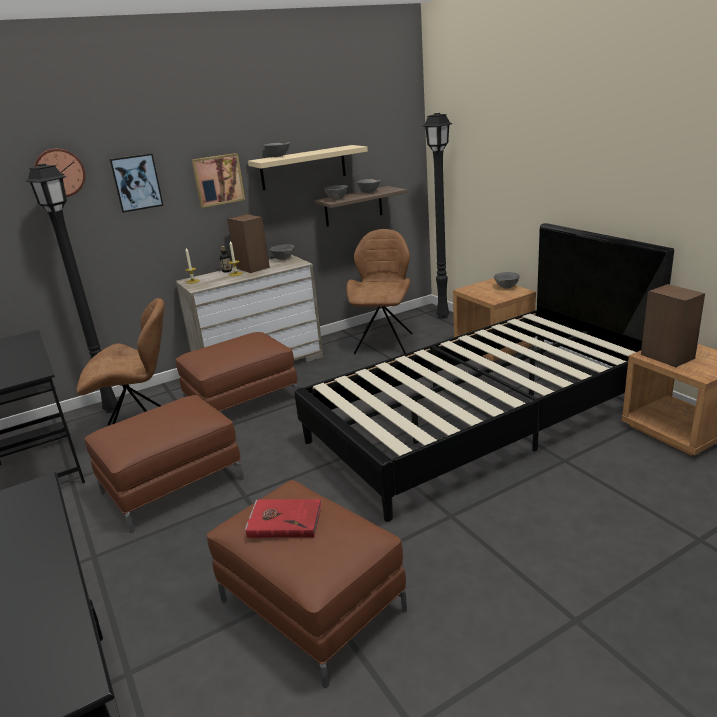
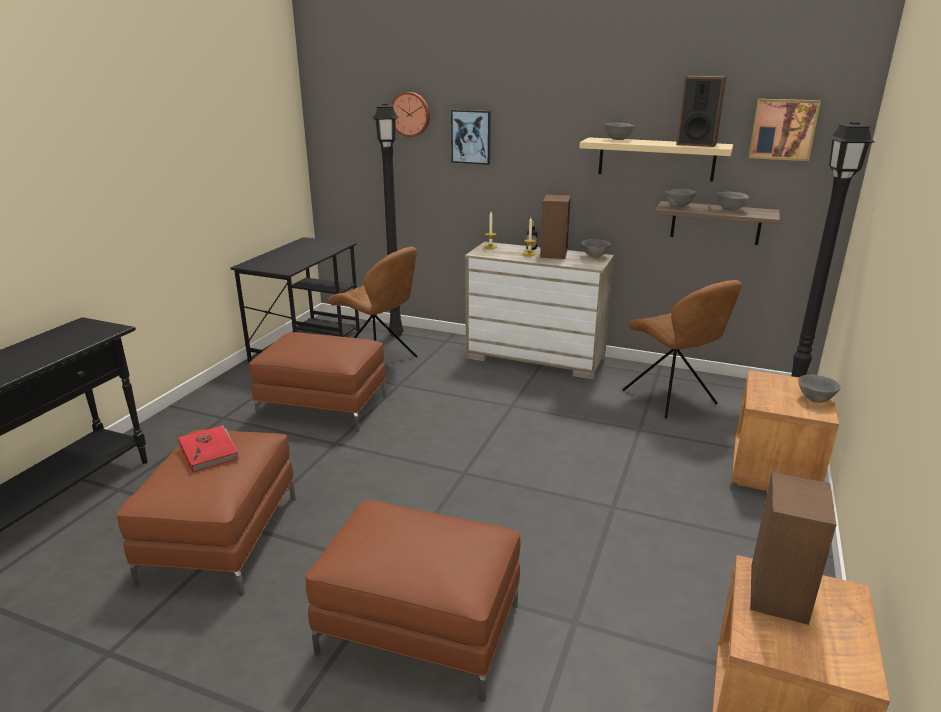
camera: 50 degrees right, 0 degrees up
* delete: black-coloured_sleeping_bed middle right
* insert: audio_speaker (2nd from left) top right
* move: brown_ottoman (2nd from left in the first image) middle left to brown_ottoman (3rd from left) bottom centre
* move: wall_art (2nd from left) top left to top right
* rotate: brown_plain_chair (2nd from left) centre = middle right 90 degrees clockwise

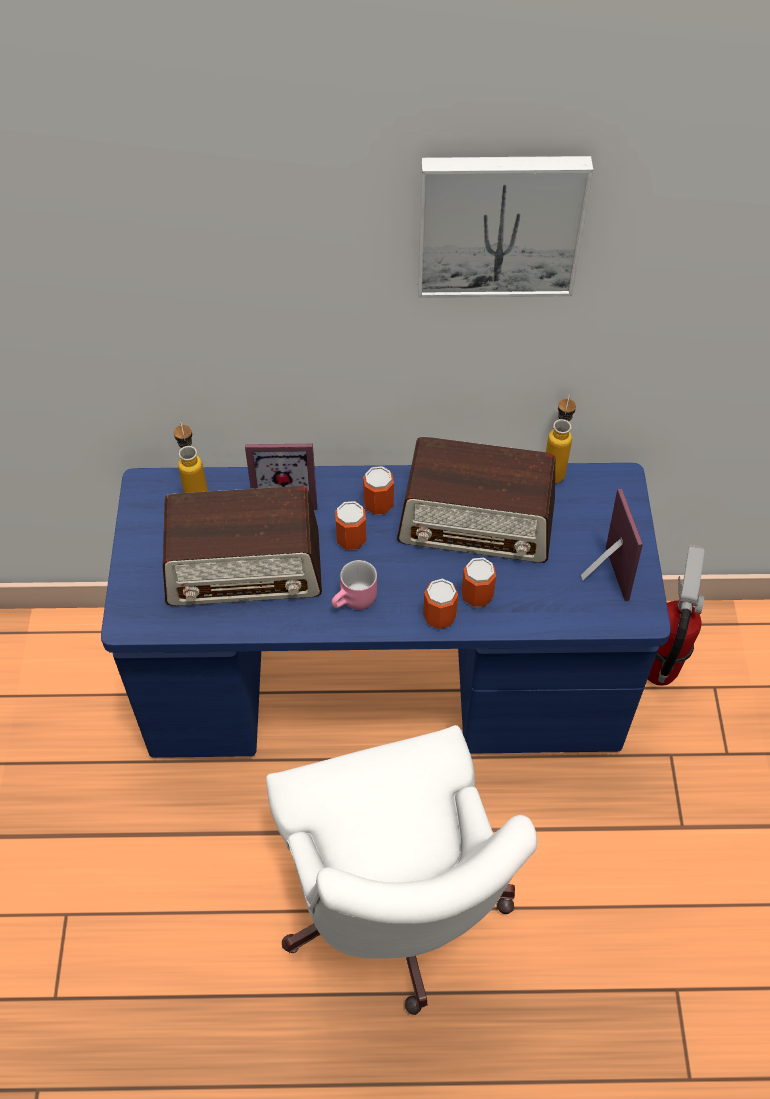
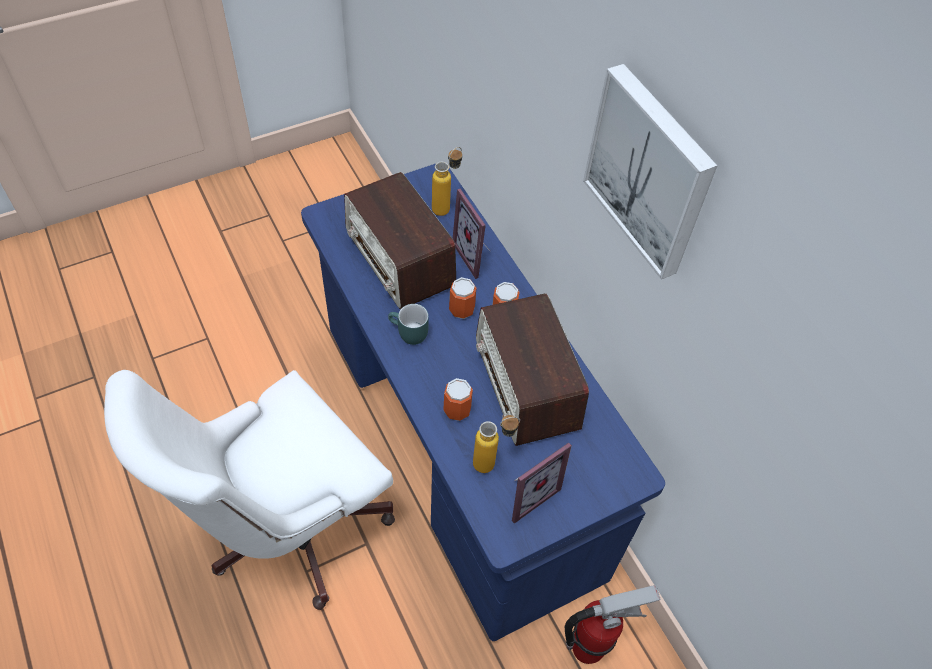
camera: 60 degrees right, 0 degrees up
* delete: metal_can (3rd from left) centre
* move: beverage_bottle (2nd from left) middle right to centre
* recolor: pink_coffee_mug centre to blue-green_coffee_mug centre

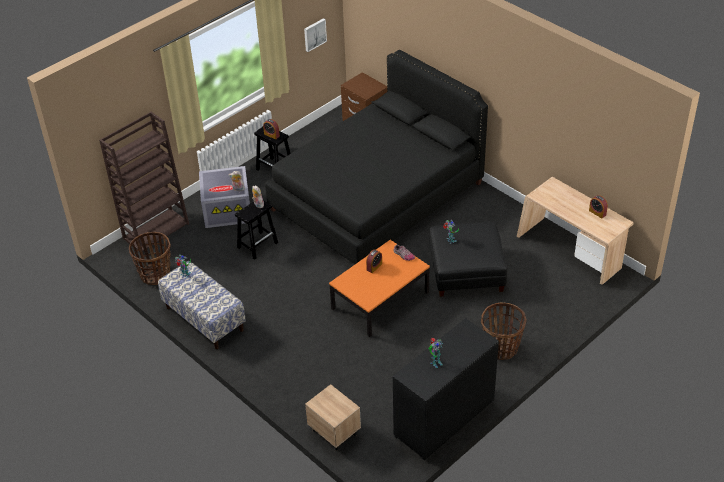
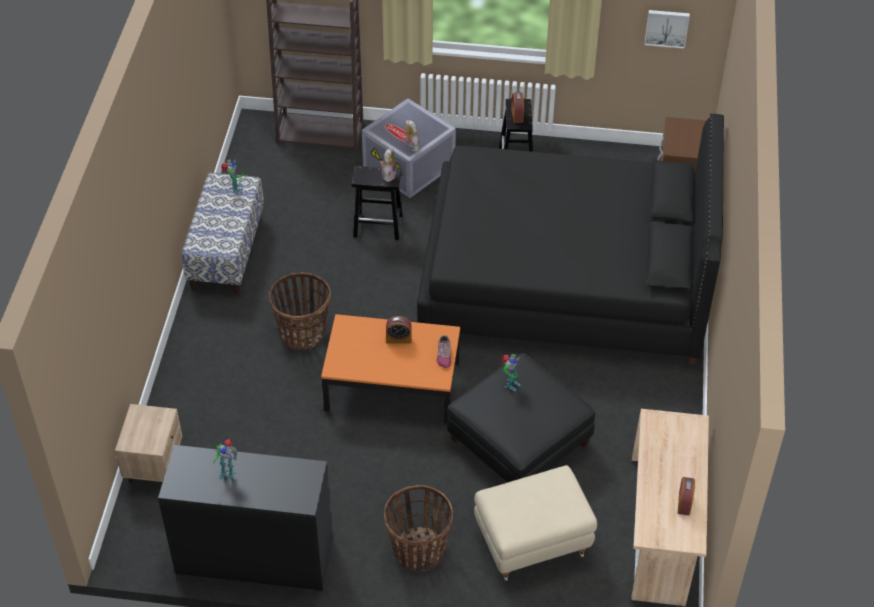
camera: 50 degrees right, 5 degrees up
* insert: beige_ottoman bottom centre
* move: storage_basket (1st from left) middle left to centre

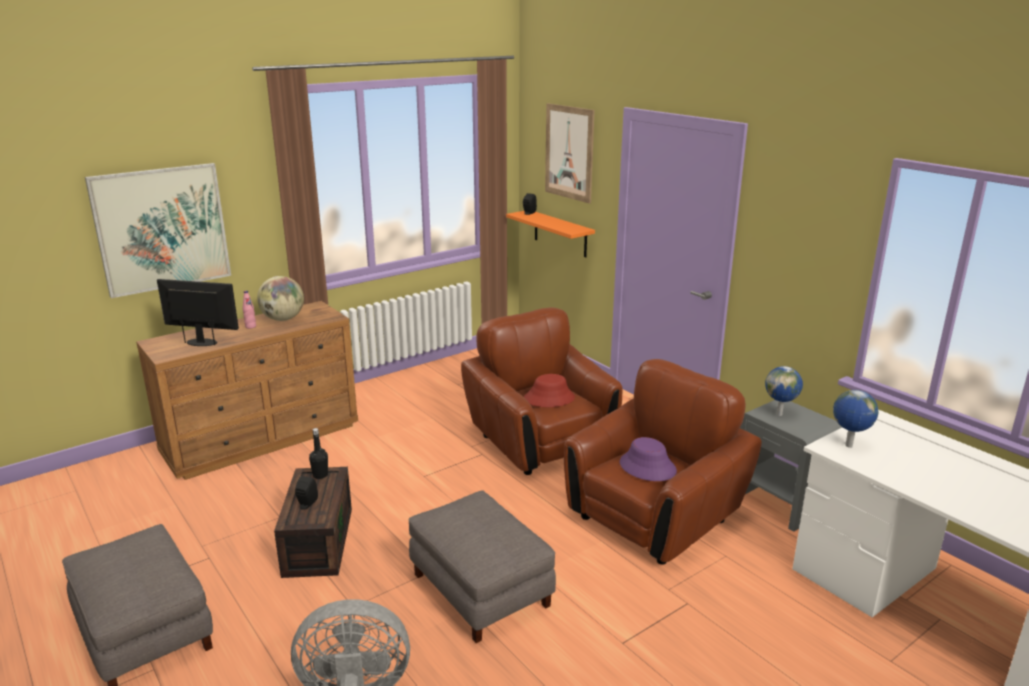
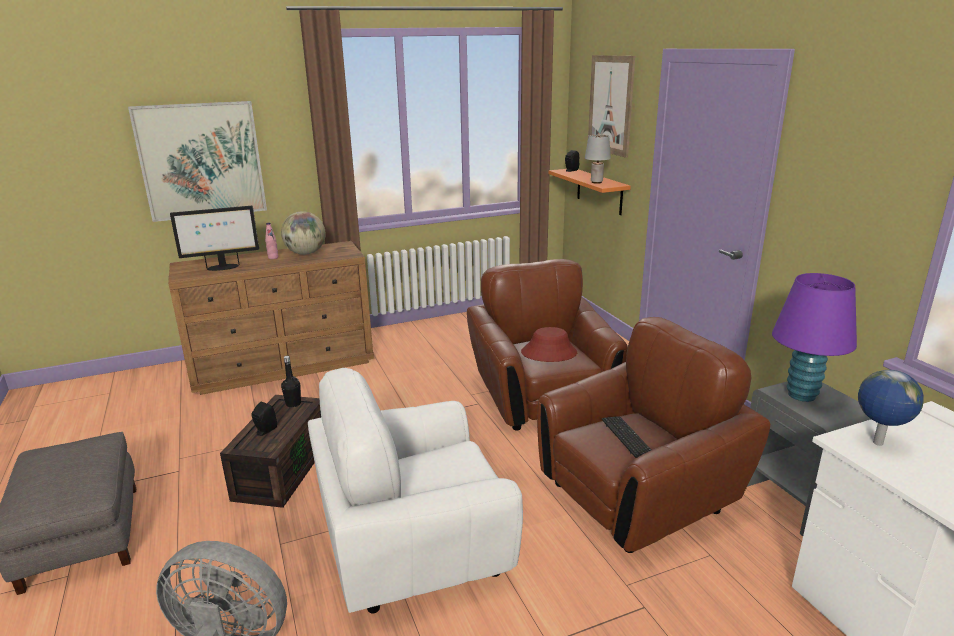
camera: 15 degrees right, 0 degrees up
* insert: grey_lamp_for_a_table top centre
* replace: grey_ottoman (2nd from left) bottom centre to white_lounge_chair bottom centre
* replace: purplish_wearable_hat bottom centre to keyboard bottom centre
* replace: world_globe (2nd from left) middle right to purplish_lamp_for_a_table middle right
* rotate: monitor middle left = middle left 135 degrees clockwise

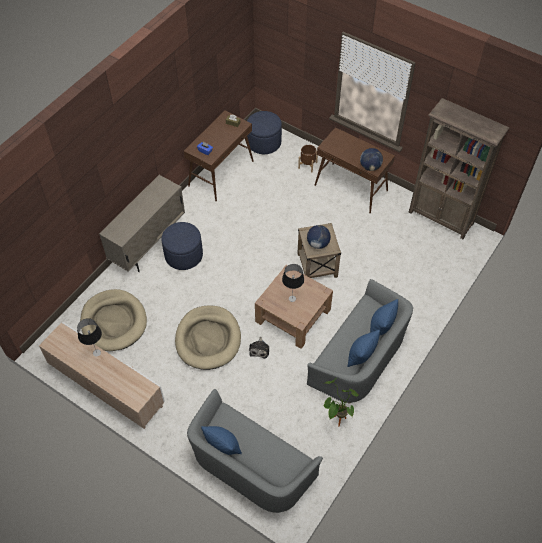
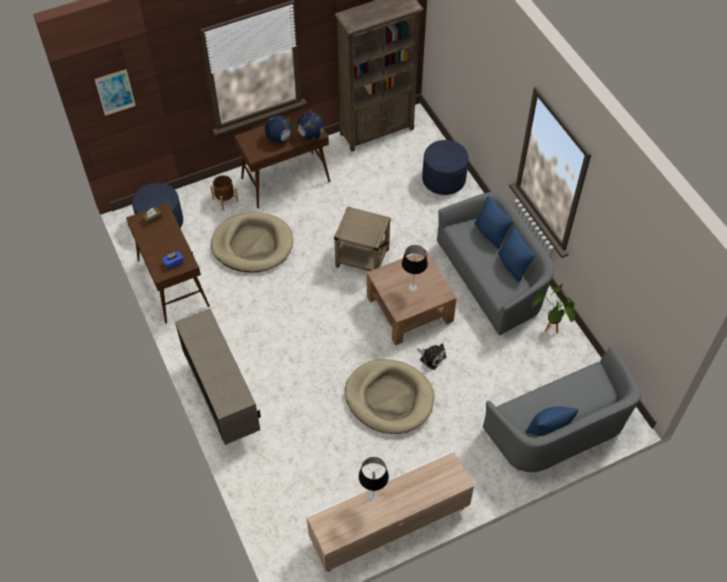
camera: 60 degrees left, 0 degrees up
* insert: wall_art top left
* move: beige_pet_bed (1st from left) middle left to centre
* move: bluish_ottoman (1st from left in the first image) centre to bluish_ottoman (2nd from left) top centre
* move: world_globe (1st from left) centre to top centre

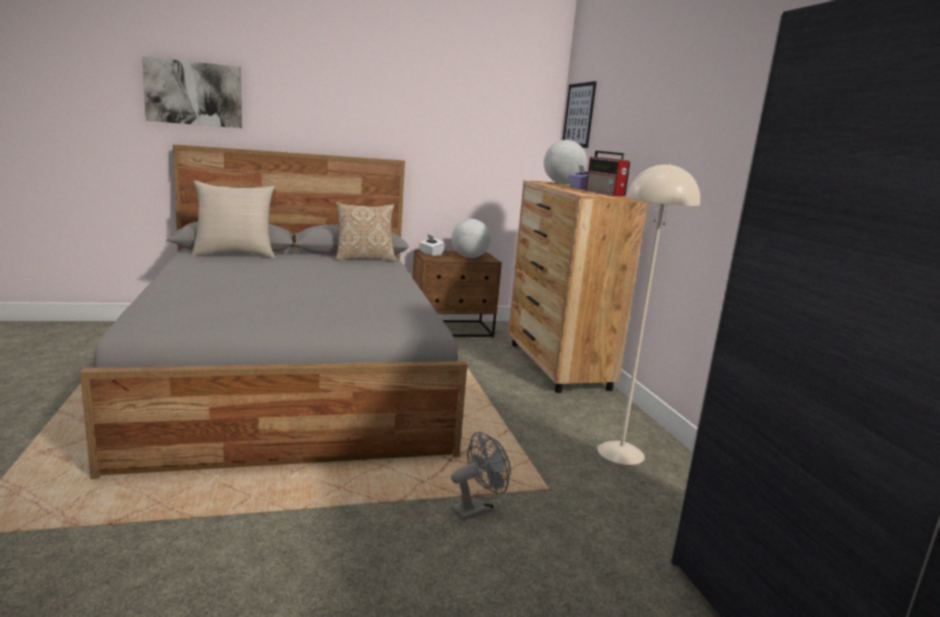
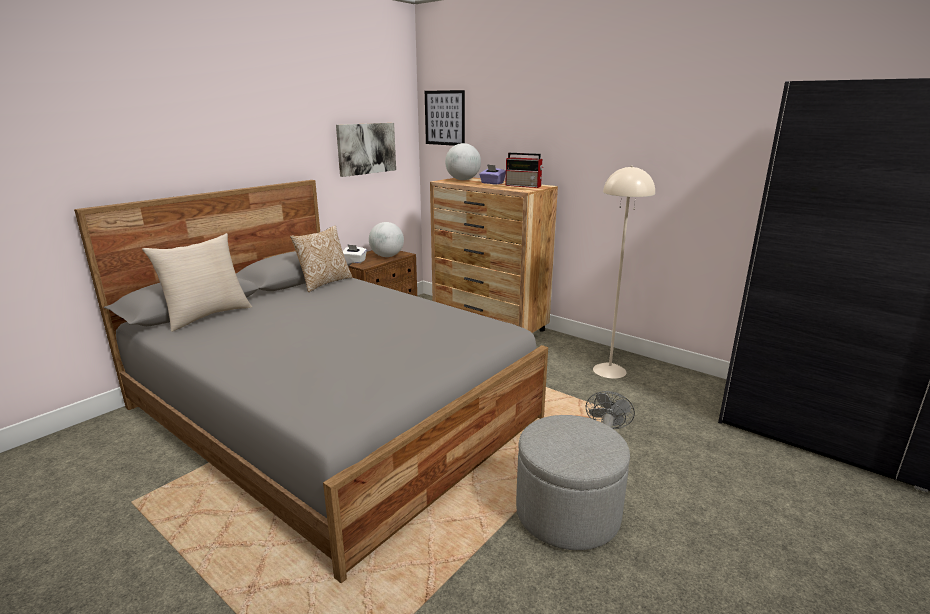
camera: 35 degrees left, 5 degrees up
* insert: grey_ottoman bottom centre
* move: wall_art (1st from left) top left to top centre

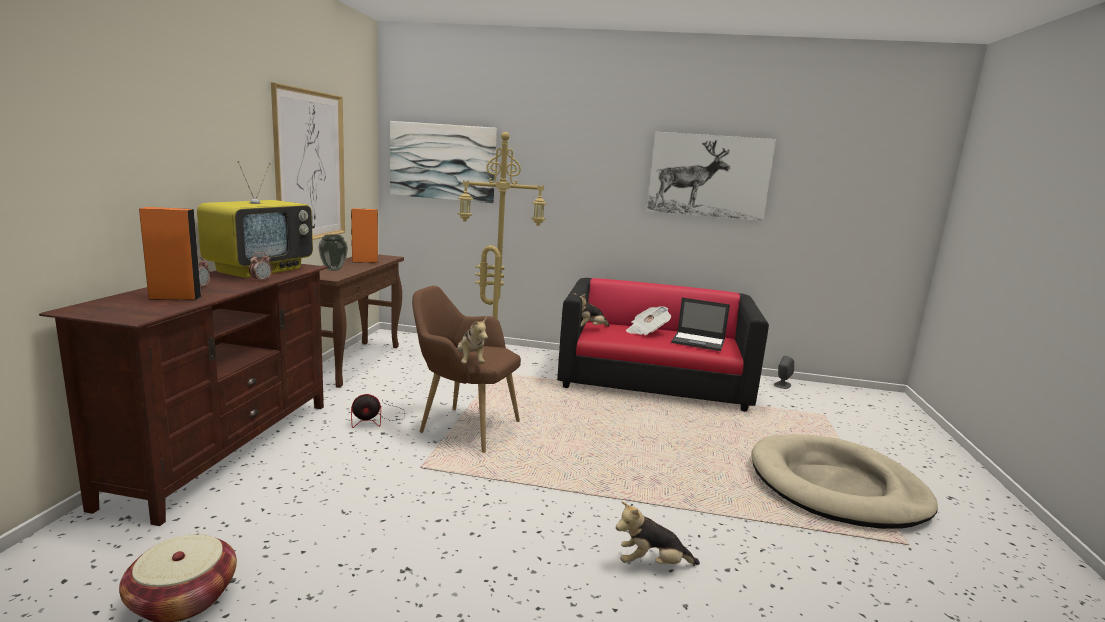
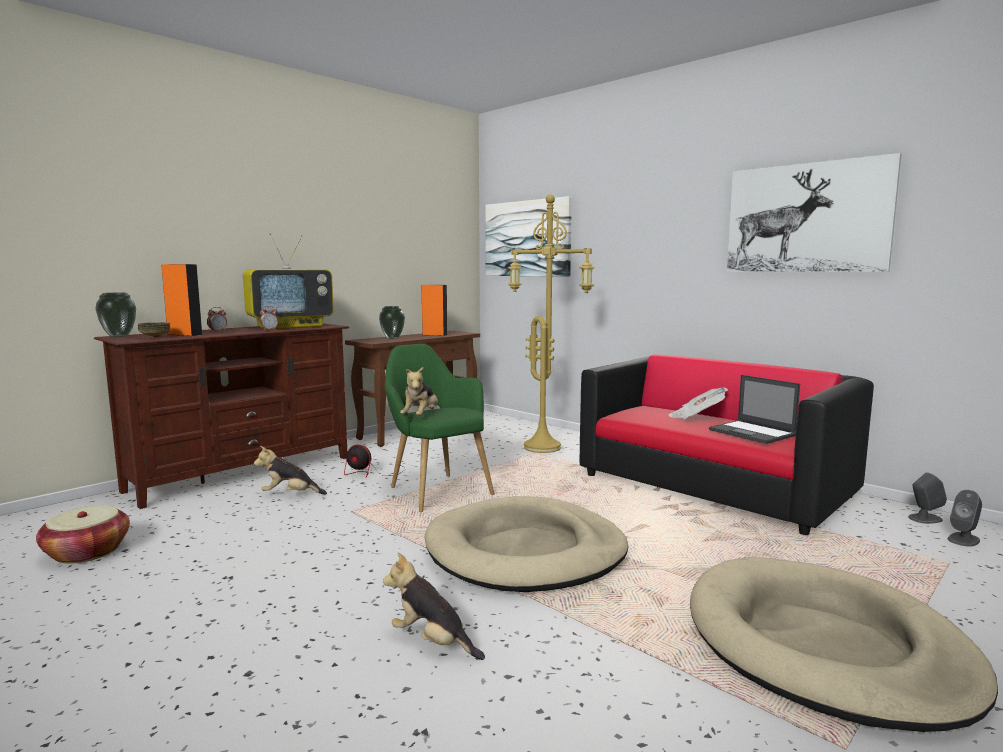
camera: 35 degrees right, 5 degrees down
* delete: wall_art (1st from left) top left
* insert: vase (1st from left) middle left
* insert: deep_dish middle left
* insert: beige_pet_bed (1st from left) bottom centre
* insert: grey_audio_speaker (2nd from left) bottom right
* move: soft_toy (2nd from left in the first image) centre to soft_toy (1st from left) middle left
* recolor: brown_lounge_chair centre to green-coloured_lounge_chair centre

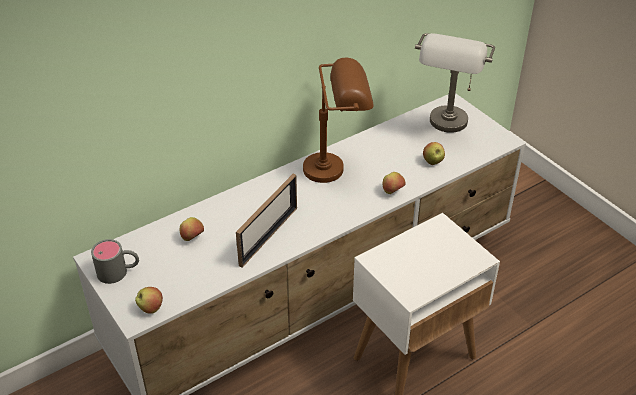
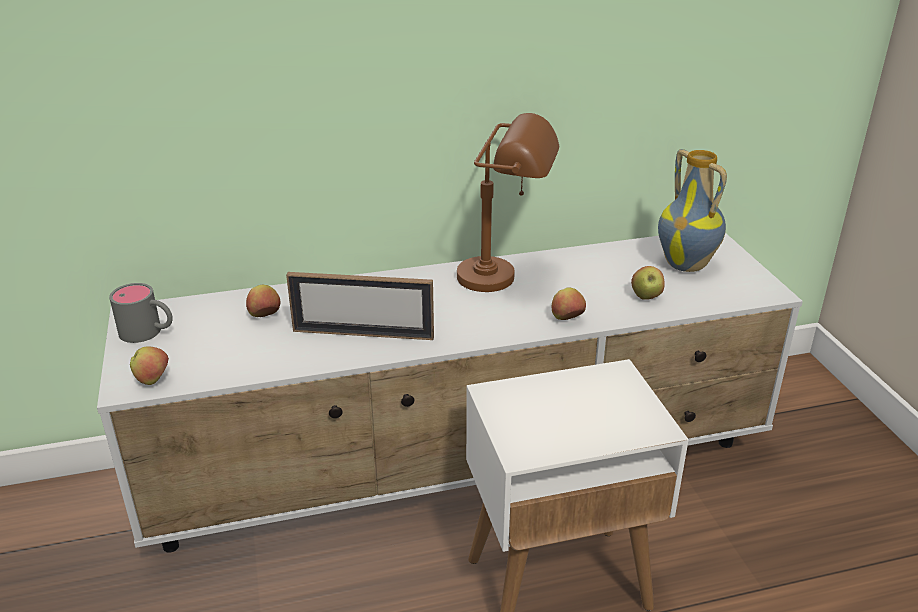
camera: 20 degrees right, 10 degrees down
* replace: grey_lamp_for_a_table top right to vase middle right
* rotate: photo_frame centre = centre 45 degrees clockwise

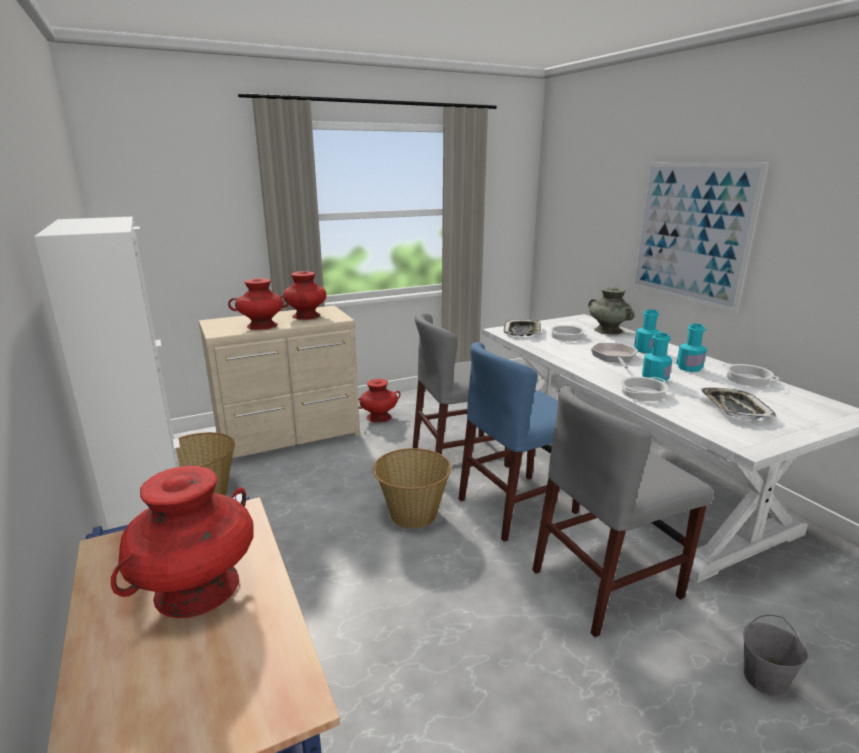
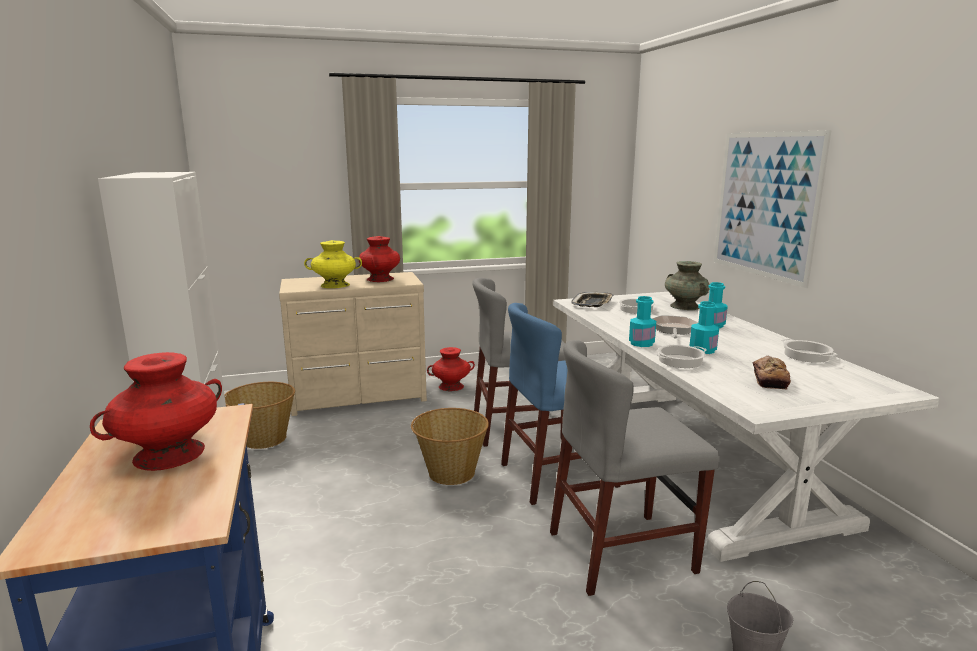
camera: 10 degrees right, 5 degrees down
* move: blue-green_beverage_bottle (3rd from left in the first image) middle right to blue-green_beverage_bottle (1st from left) centre
* replace: serving_tray (2nd from left) middle right to bread middle right
* recolor: reddish_vase (2nd from left) middle left to yellowish_vase centre

